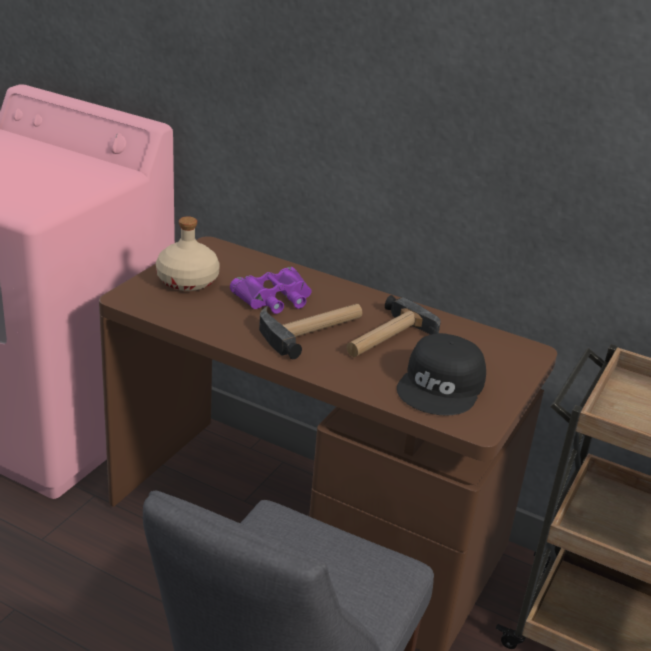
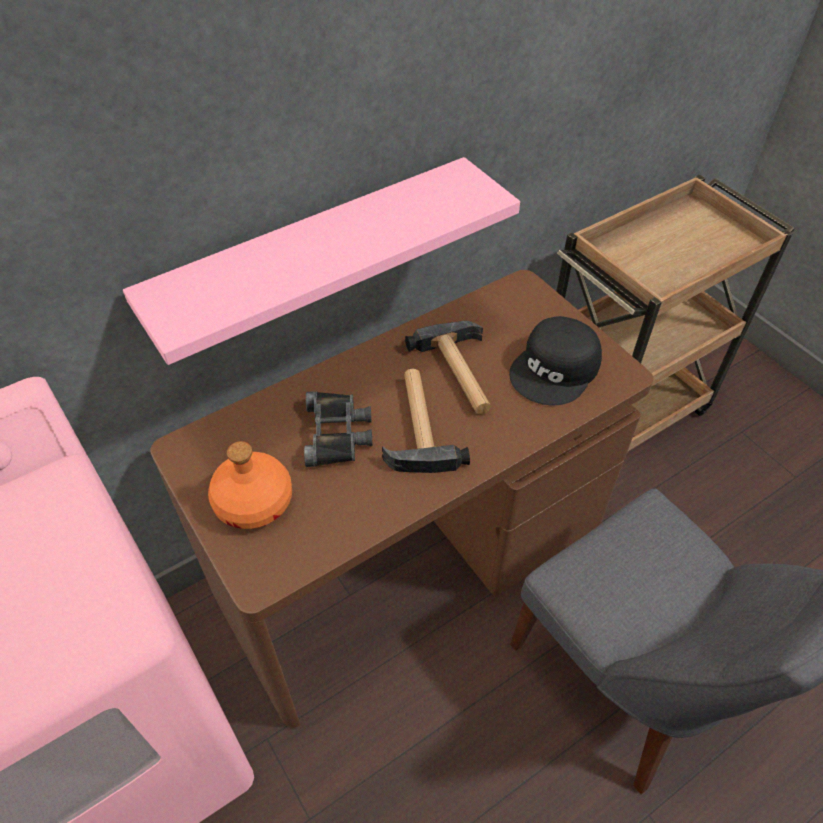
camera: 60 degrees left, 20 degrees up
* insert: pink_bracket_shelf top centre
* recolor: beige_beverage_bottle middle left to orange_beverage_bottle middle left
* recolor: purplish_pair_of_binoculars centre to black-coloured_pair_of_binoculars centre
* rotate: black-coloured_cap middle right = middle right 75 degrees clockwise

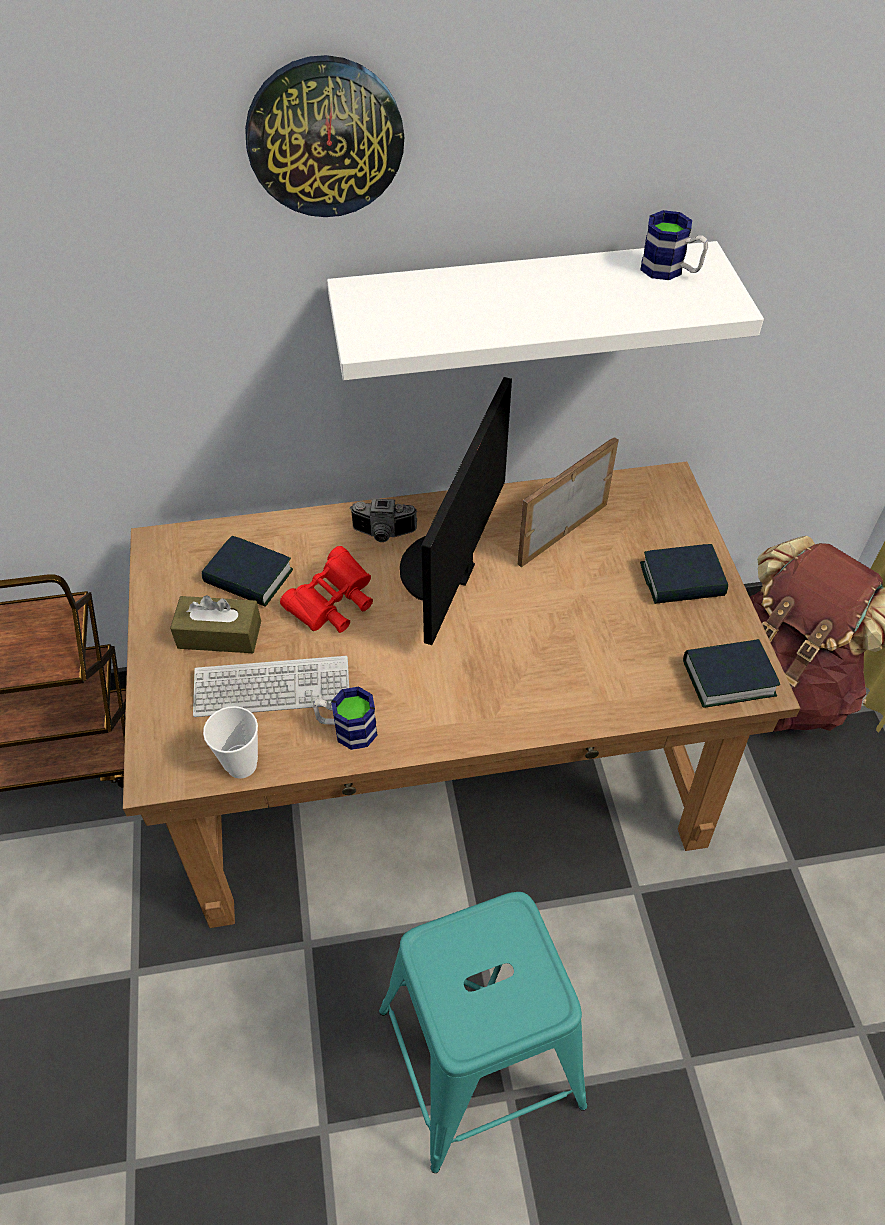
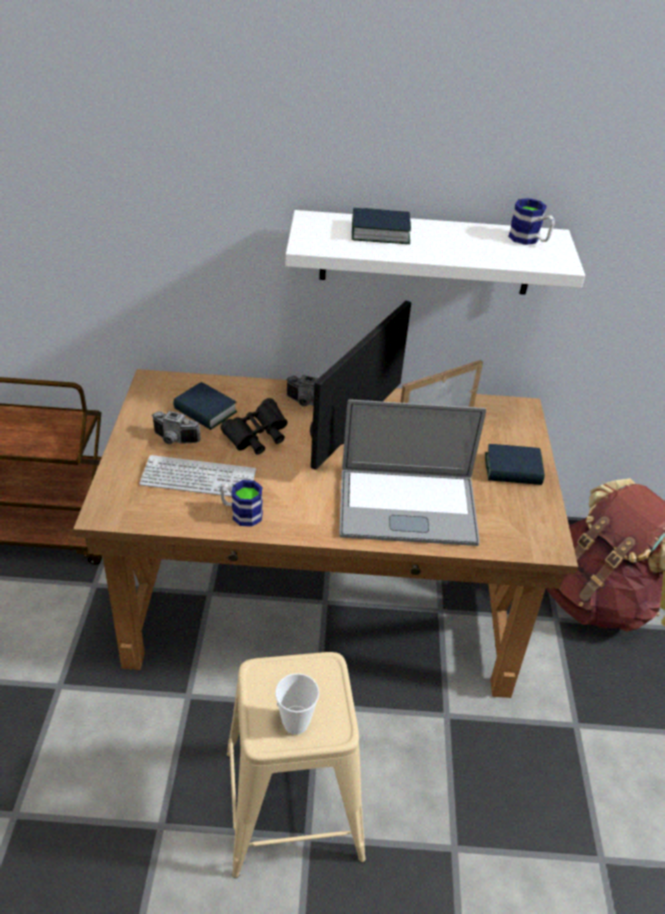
camera: 10 degrees right, 10 degrees down
* delete: hanging_clock top centre
* insert: notebook_computer centre
* move: cup middle left to bottom centre
* move: bound_book (3rd from left in the first image) middle right to bound_book (2nd from left) top centre
* replace: brown_box_of_tissues middle left to still_camera (1st from left) middle left
* recolor: reddish_pair_of_binoculars centre to black-coloured_pair_of_binoculars centre
* recolor: blue-green_stool_seat bottom centre to beige_stool_seat bottom centre

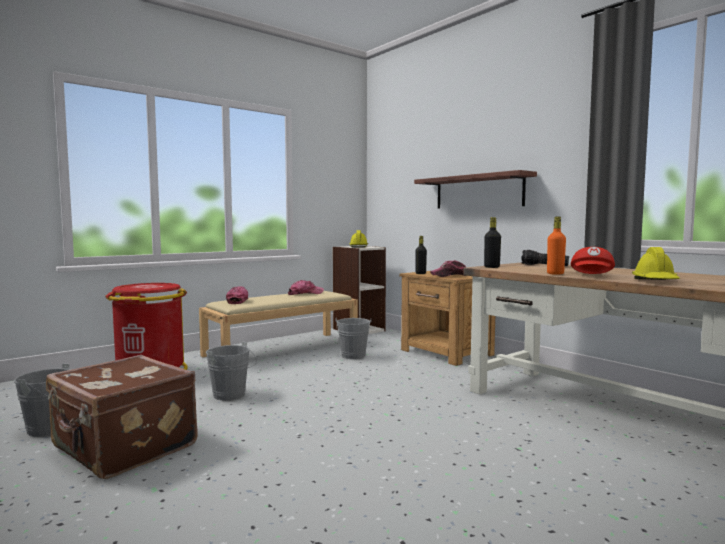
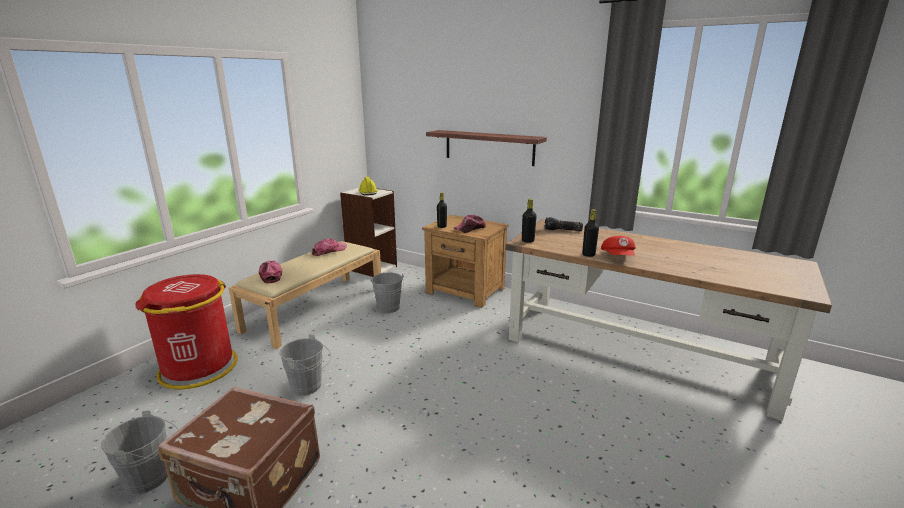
camera: 20 degrees left, 15 degrees up
* delete: yellowish_work_helmet (2nd from left) middle right
* recolor: orange_beverage_bottle middle right to black-coloured_beverage_bottle (3rd from left) centre

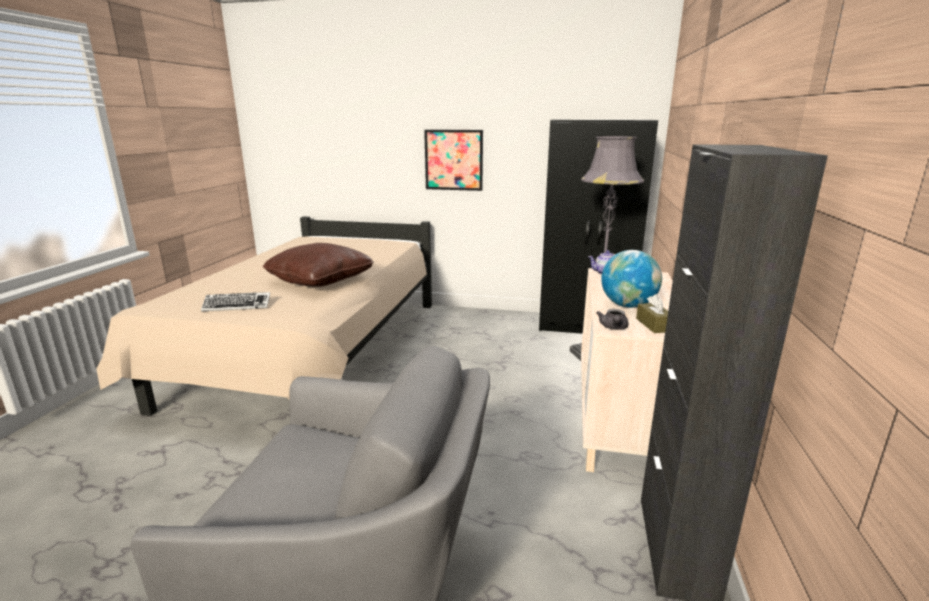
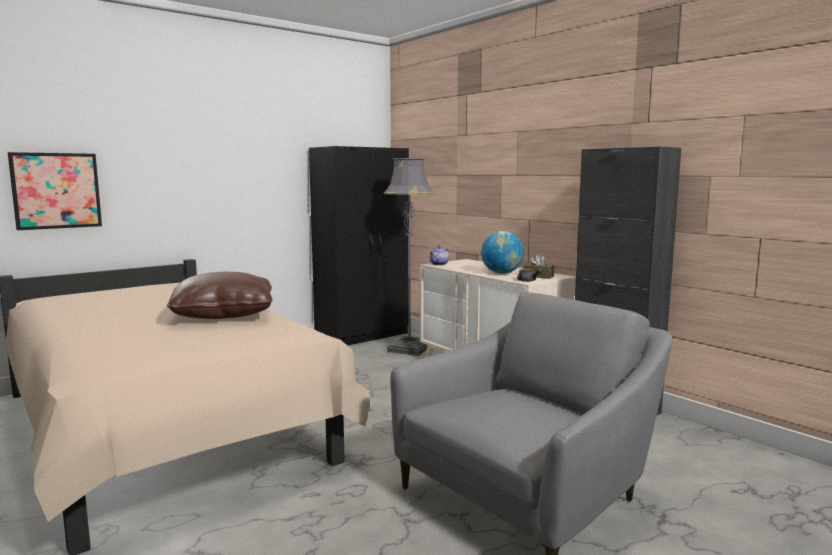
camera: 50 degrees left, 10 degrees down
* delete: keyboard middle left
* move: wall_art top centre to middle left

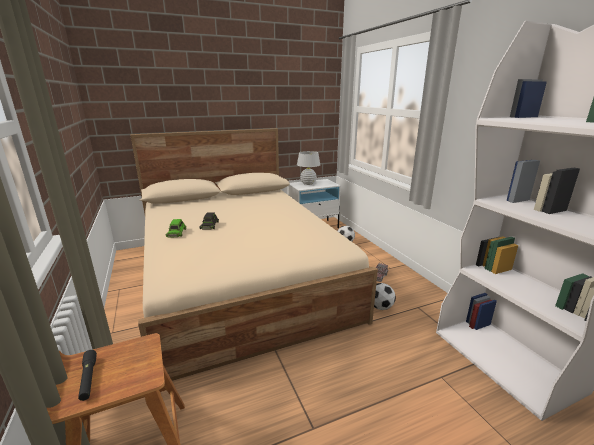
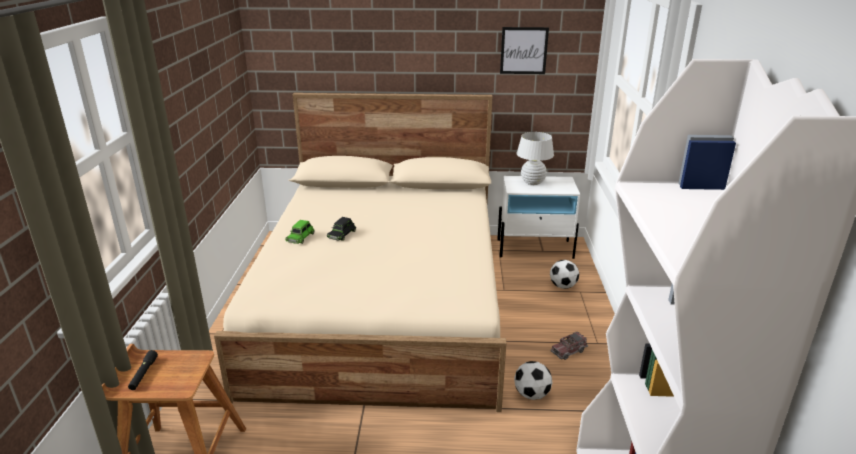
camera: 25 degrees right, 5 degrees up
* insert: wall_art top centre

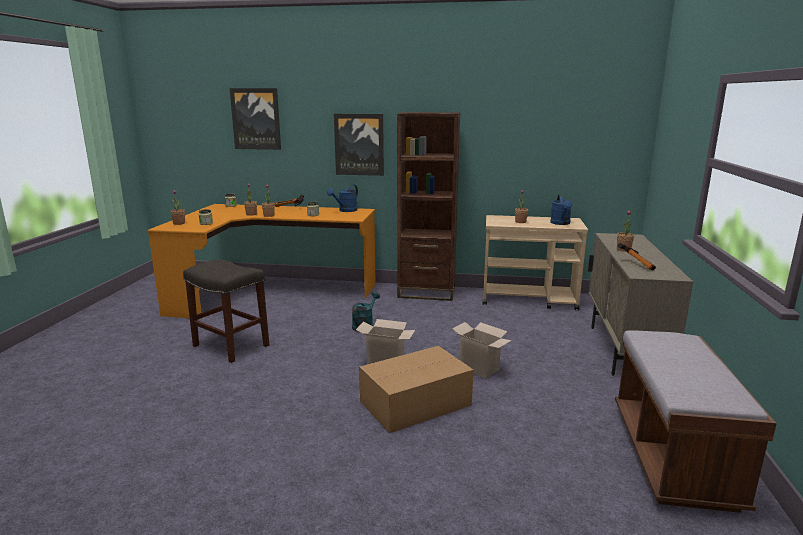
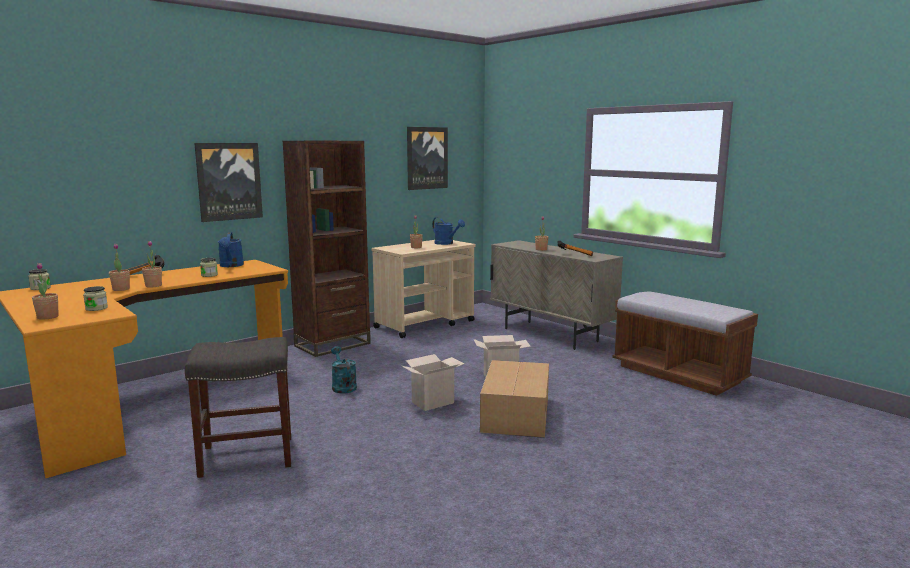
camera: 50 degrees left, 5 degrees down
* move: wall_art (1st from left in the first image) top left to wall_art (2nd from left) top centre

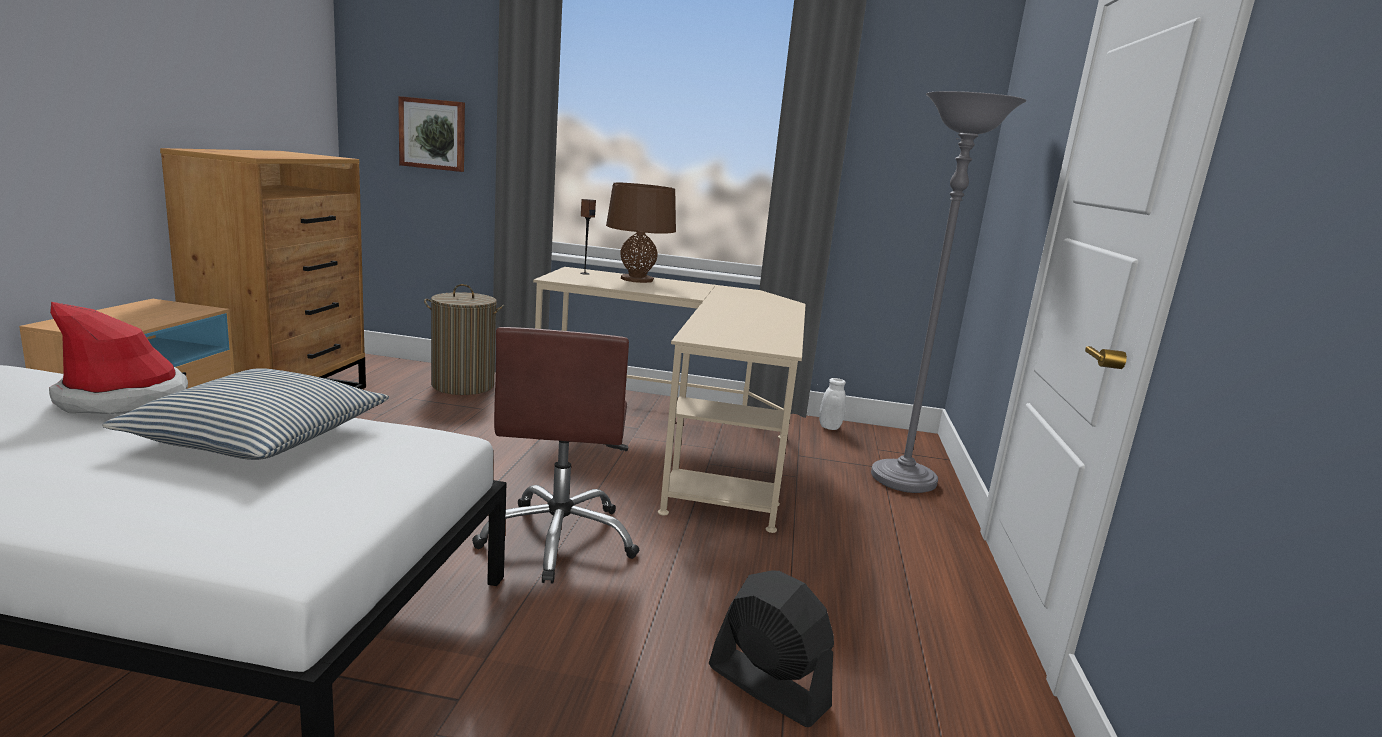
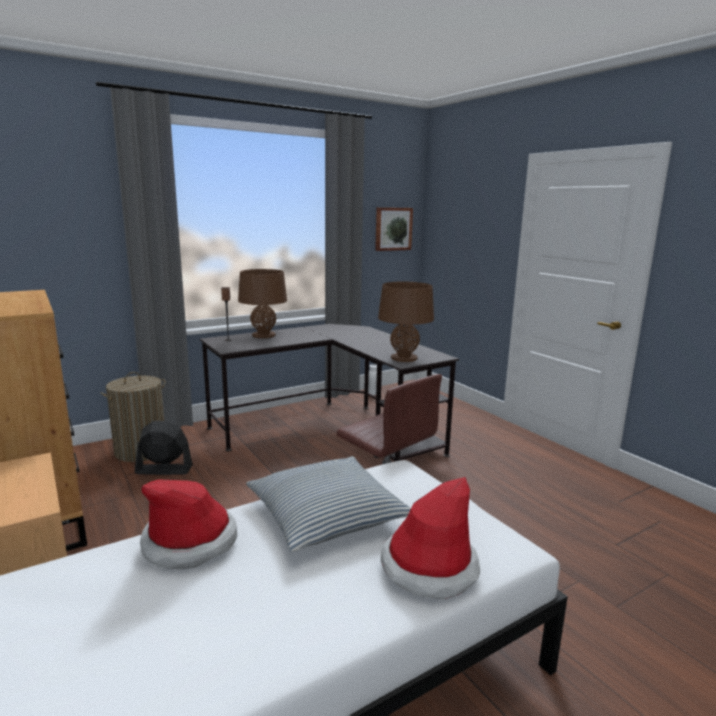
camera: 40 degrees left, 0 degrees up
* delete: grey_standard_lamp middle right
* insert: brown_lamp_for_a_table (2nd from left) centre
* insert: wearable_hat (2nd from left) bottom centre
* move: wall_art top left to top centre
* move: black-coloured_electric_fan bottom centre to middle left
* recolor: beige_desk_unit centre to black-coloured_desk_unit centre

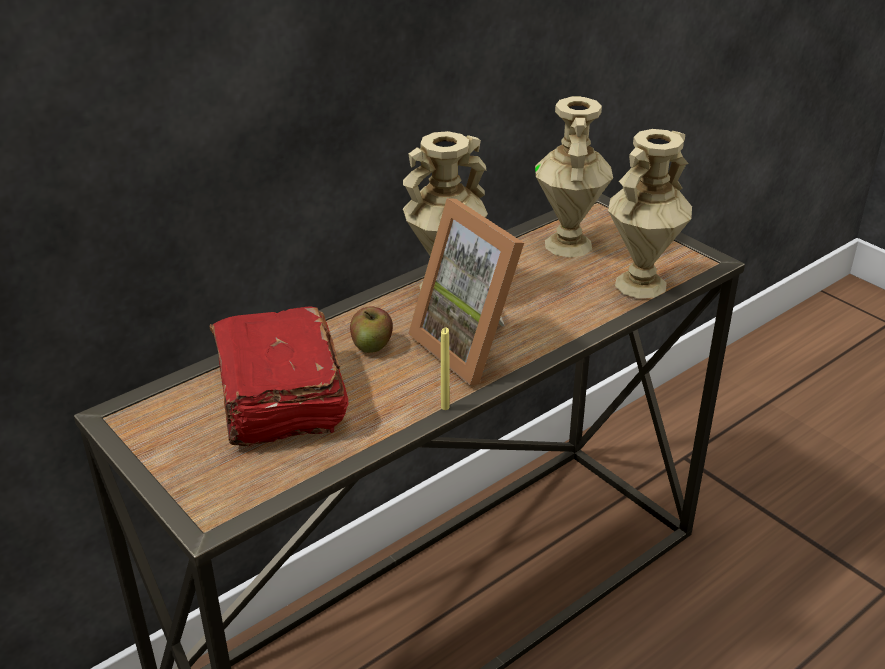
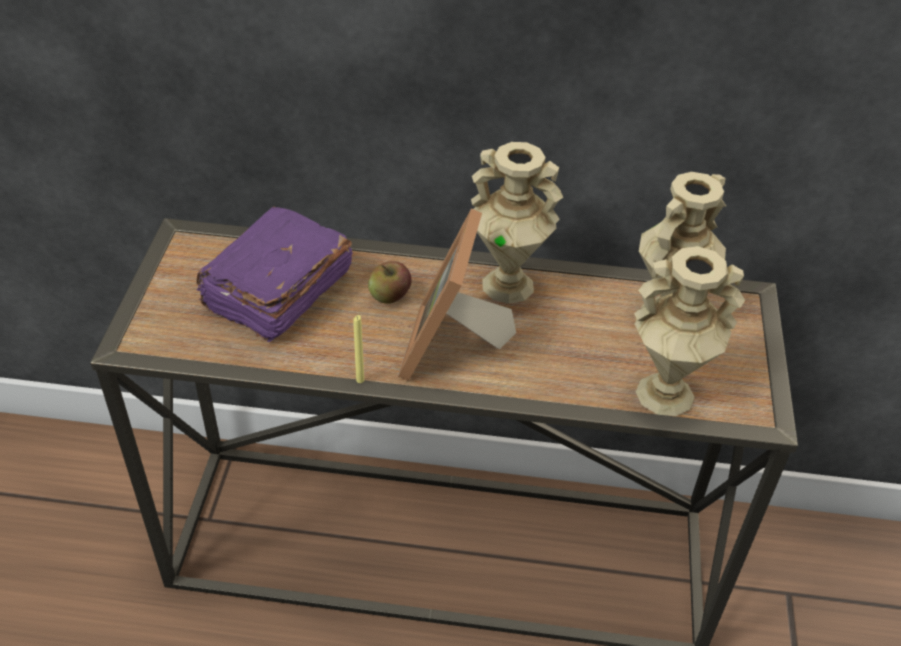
camera: 45 degrees right, 10 degrees up
* recolor: reddish_bound_book middle left to purplish_bound_book middle left

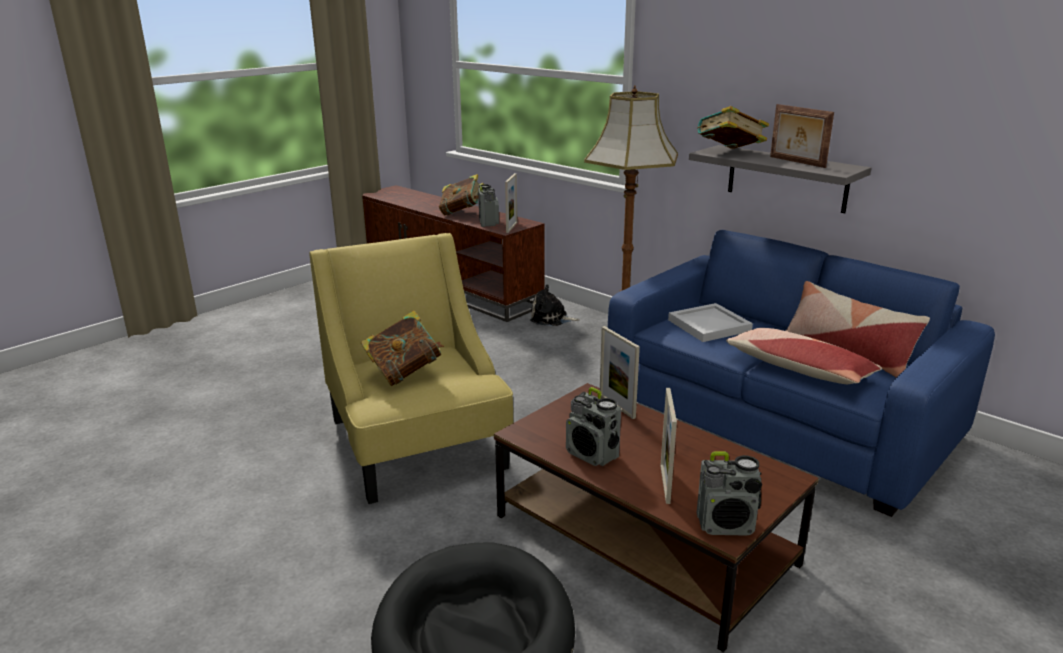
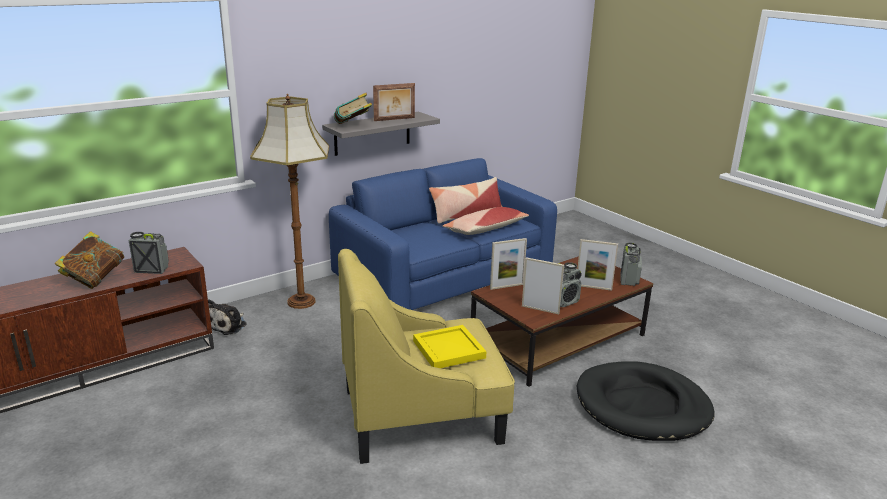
camera: 80 degrees left, 0 degrees up
* delete: white_serving_tray middle right
* move: photo_frame (1st from left in the first image) top centre to photo_frame (3rd from left) centre
* replace: bound_book (1st from left) centre to yellowish_serving_tray bottom centre

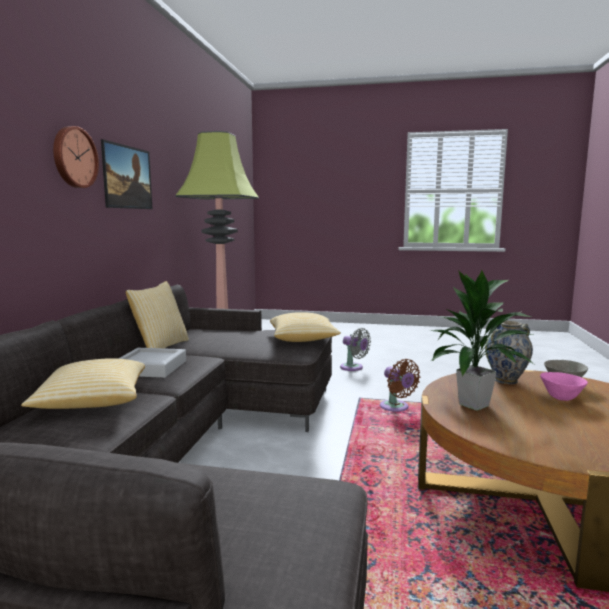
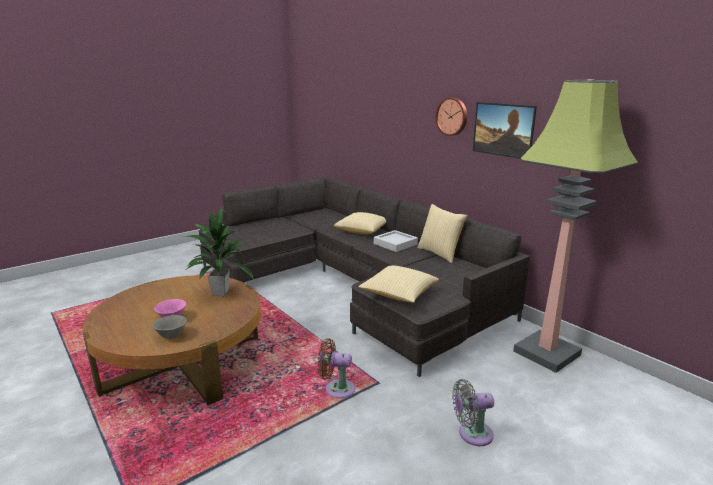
camera: 130 degrees right, 10 degrees up
* delete: vase middle right

